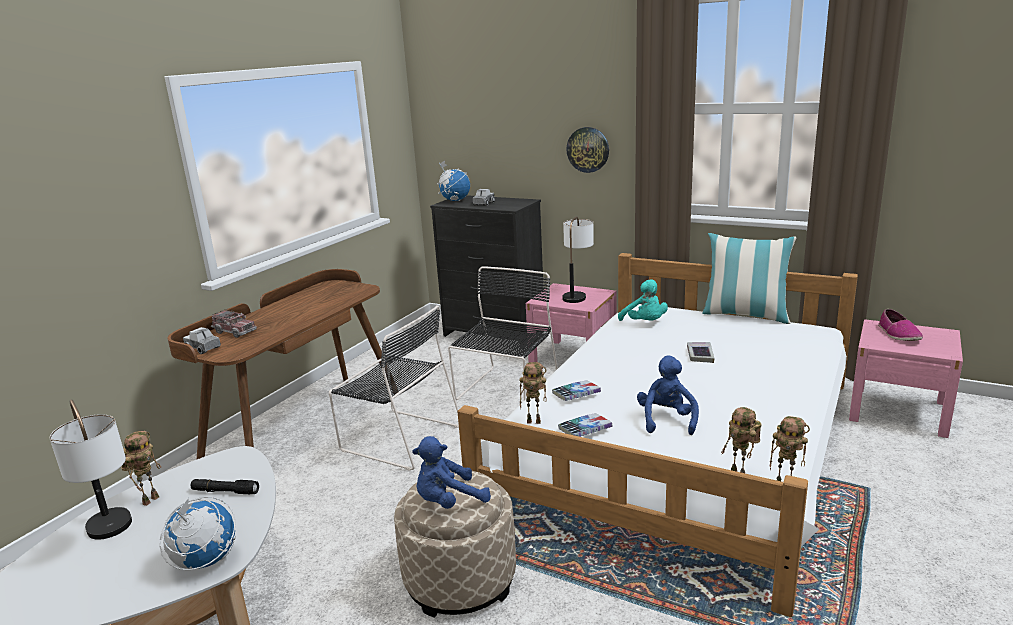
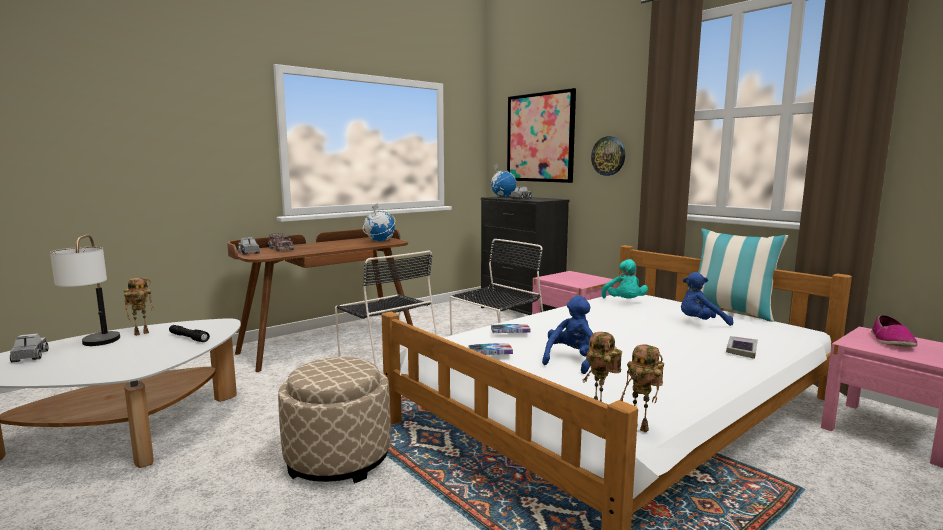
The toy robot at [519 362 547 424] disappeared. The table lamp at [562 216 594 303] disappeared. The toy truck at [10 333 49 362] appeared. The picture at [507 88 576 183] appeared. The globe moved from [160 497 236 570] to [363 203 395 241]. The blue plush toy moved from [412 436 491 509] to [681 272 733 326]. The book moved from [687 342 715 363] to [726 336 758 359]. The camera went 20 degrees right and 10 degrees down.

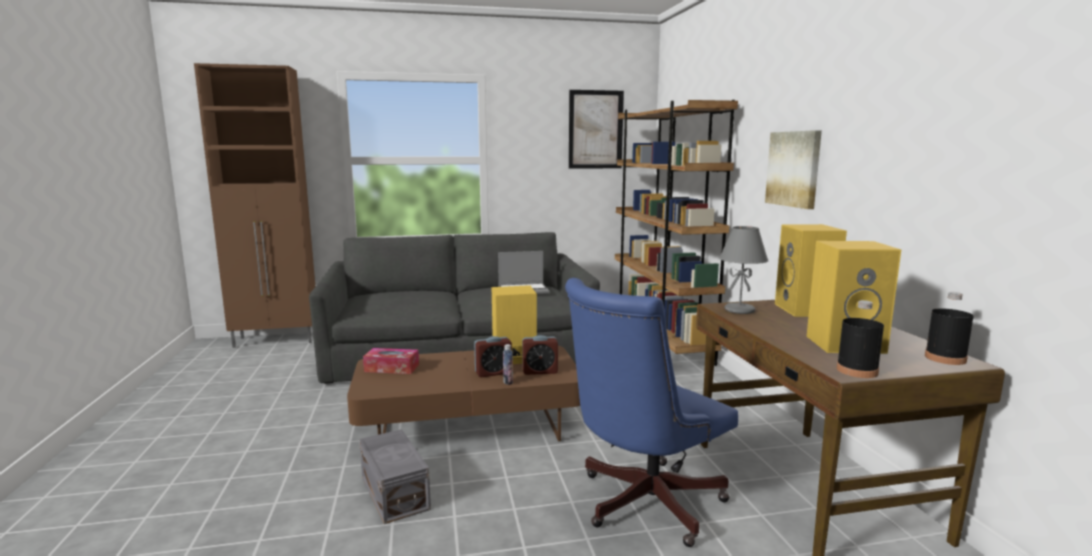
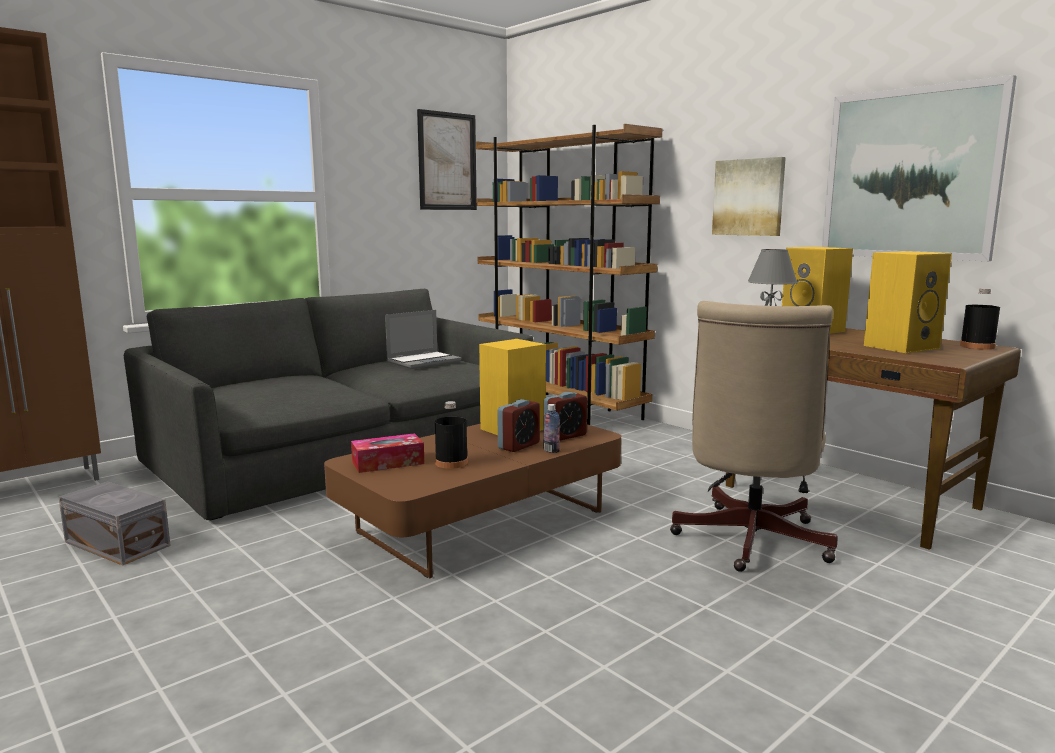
The picture at [822 75 1017 261] appeared. The grey storage box moved from [359 429 431 524] to [58 481 171 566]. The black bottle moved from [837 300 884 378] to [435 401 468 469]. The blue office chair at [565 278 738 547] became the beige office chair at [670 301 838 572]. The camera went 30 degrees left and 0 degrees up.

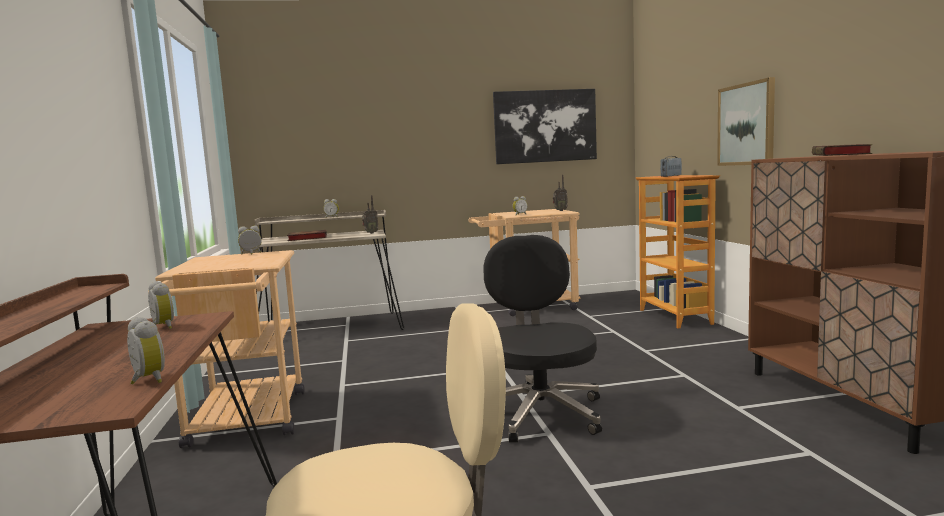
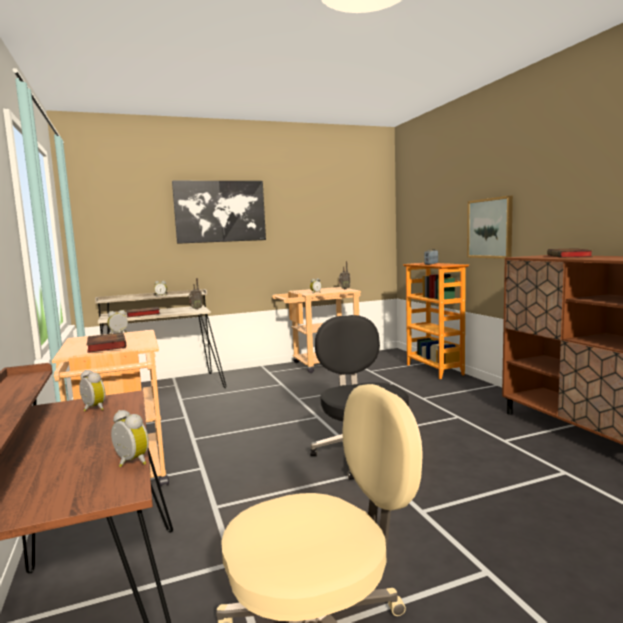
The book at [86 332 126 353] appeared. The picture moved from [493 89 597 164] to [172 181 266 244]. The camera went 10 degrees left and 0 degrees up.

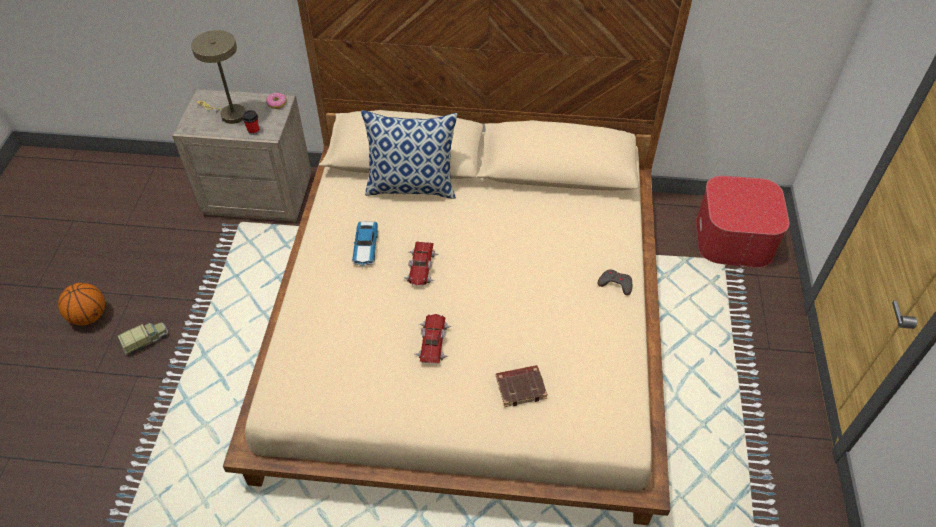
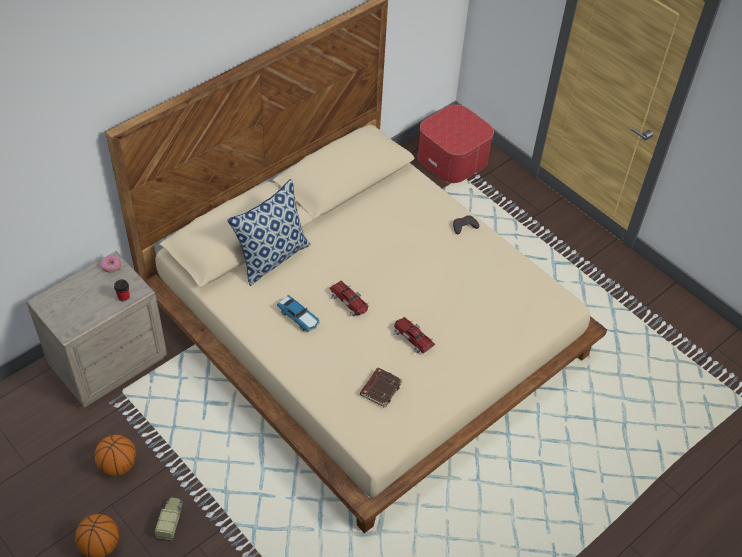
The beige table lamp at [191 30 245 124] disappeared. The basketball at [94 435 136 476] appeared. The brown book moved from [496 365 548 407] to [360 368 403 408]. The camera went 50 degrees left and 0 degrees up.

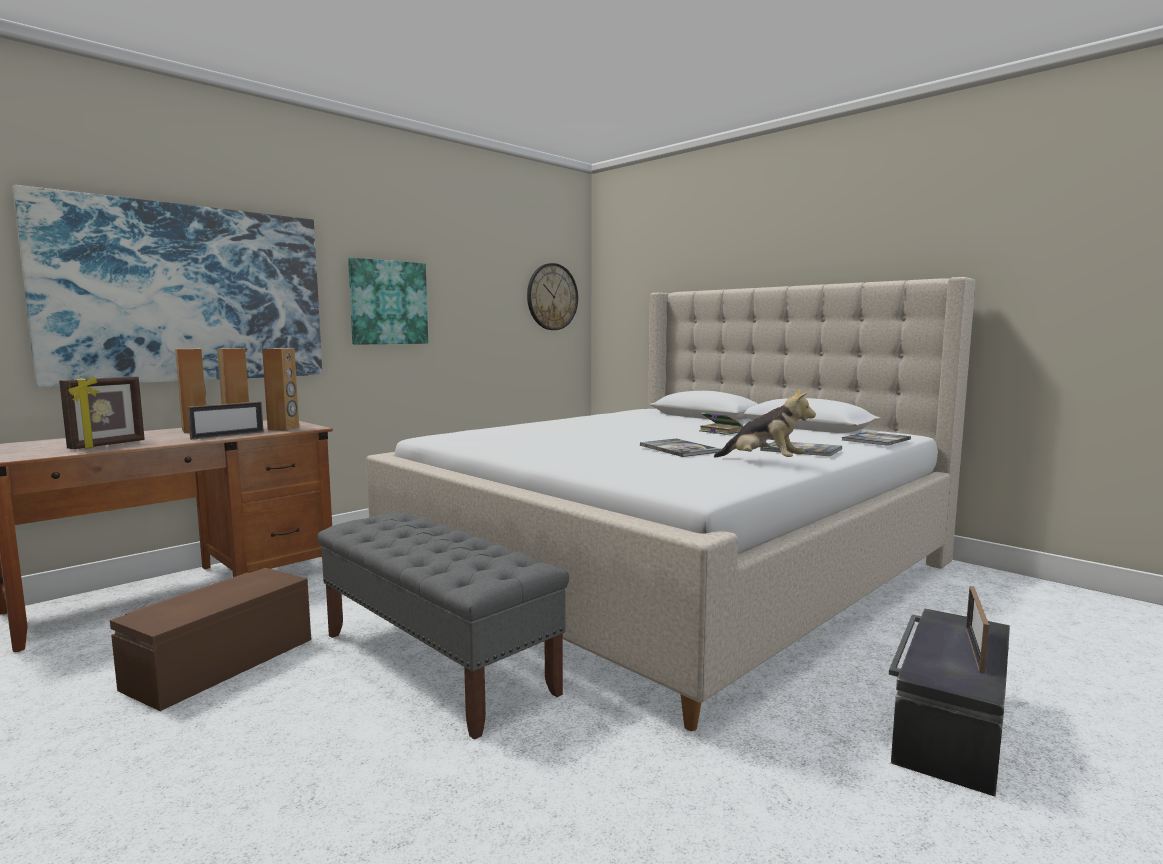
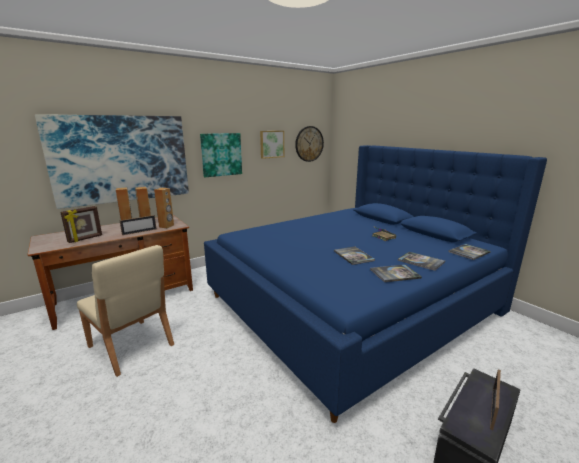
The grey bench at [317 512 569 740] disappeared. The picture at [260 131 284 159] appeared. The brown storage box at [110 568 311 711] was replaced by the beige chair at [77 245 174 377]. The plush toy at [714 388 816 458] was replaced by the book at [370 265 422 282]. The beige bed at [366 277 976 731] became the blue bed at [204 145 547 423]. The camera went 10 degrees right and 10 degrees up.

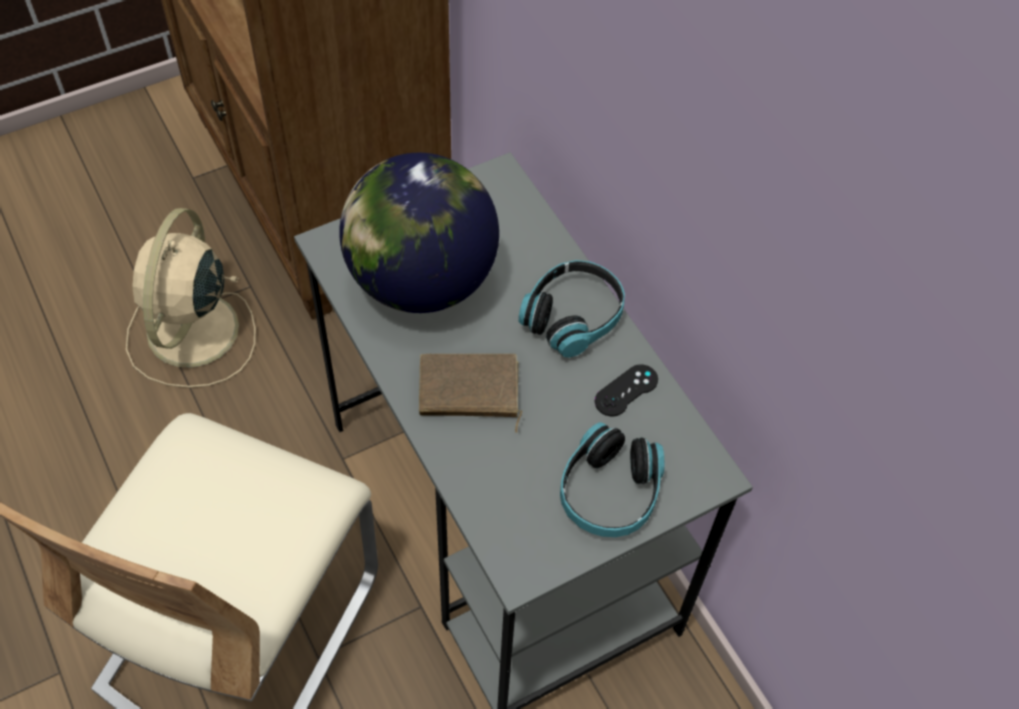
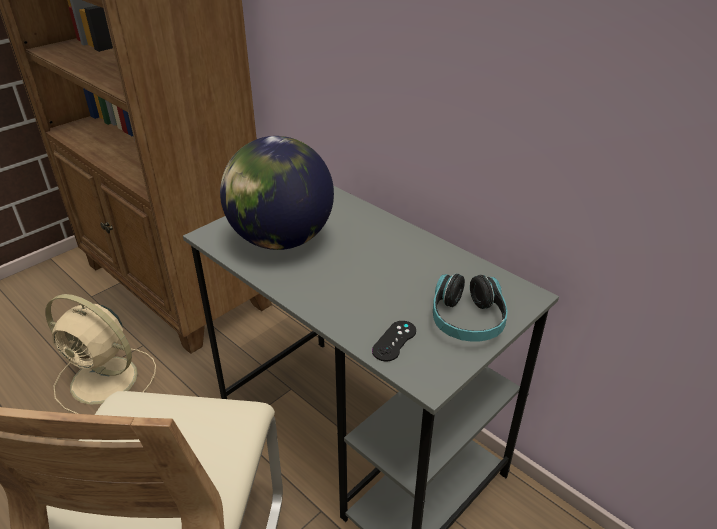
The brown book at [419 354 522 433] disappeared. The headphones at [518 260 625 358] disappeared. The black game controller moved from [595 365 658 416] to [372 321 416 362]. The beige fan at [126 208 256 388] turned 60 degrees counterclockwise. The camera went 15 degrees left and 20 degrees down.

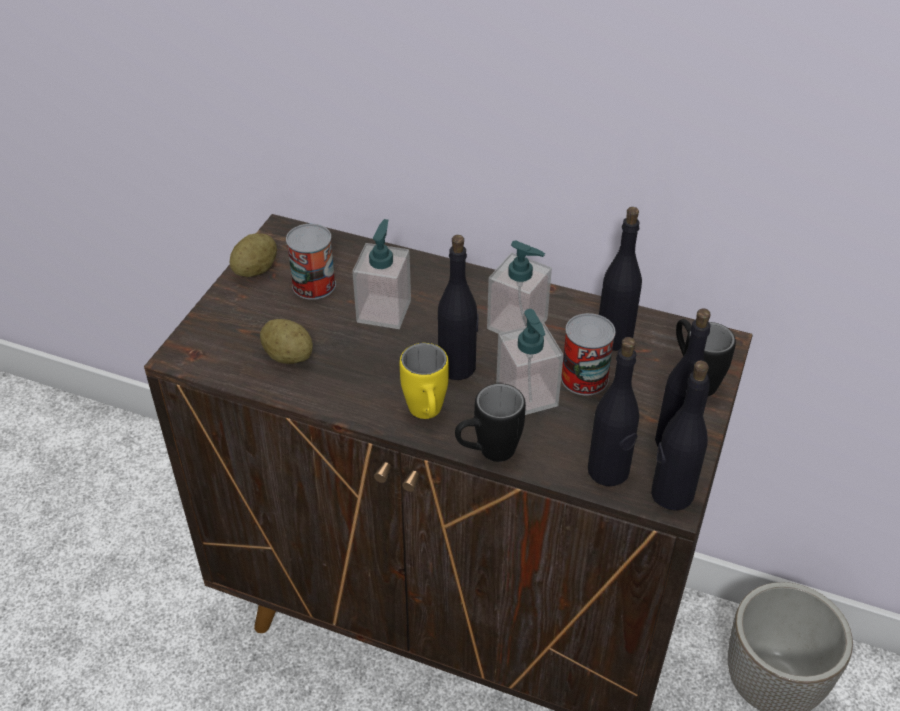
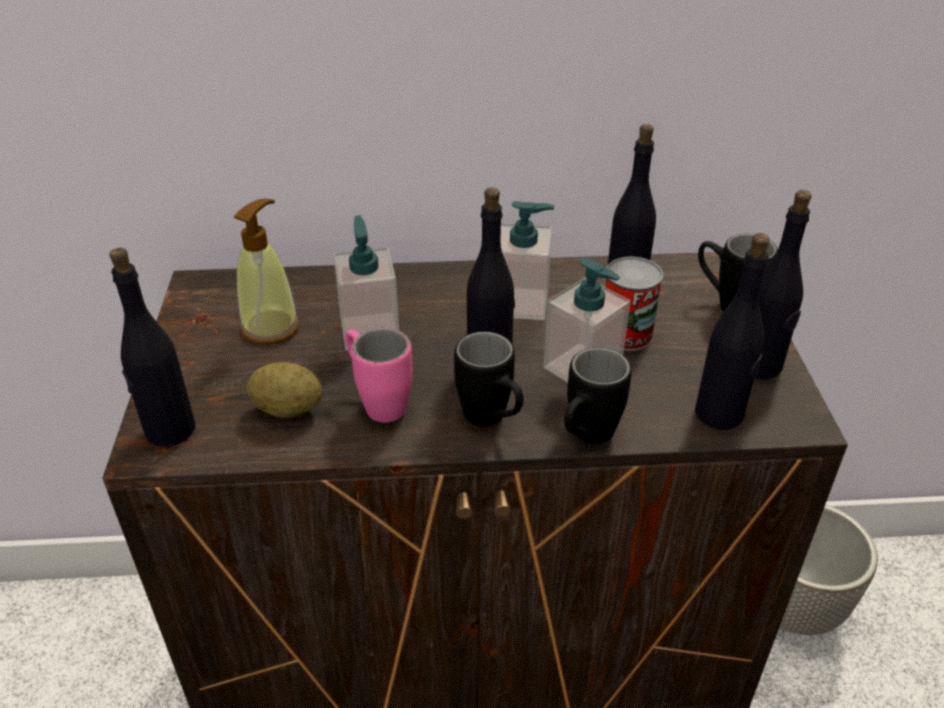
The potato at [230 233 277 277] disappeared. The pink mug at [345 328 413 422] appeared. The black bottle moved from [651 361 709 511] to [110 248 195 447]. The can at [286 224 336 300] was replaced by the soap dispenser at [234 199 299 344]. The yellow mug at [400 343 449 419] became the black mug at [454 332 523 427]. The camera went 25 degrees left and 5 degrees down.

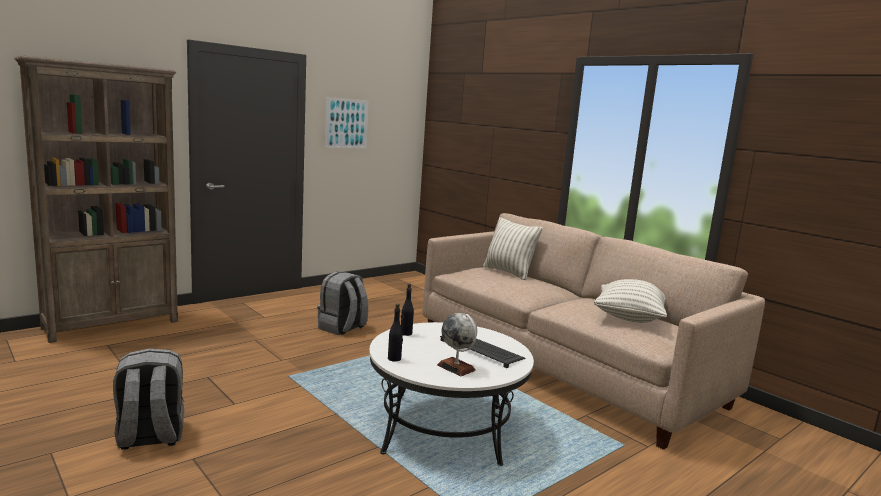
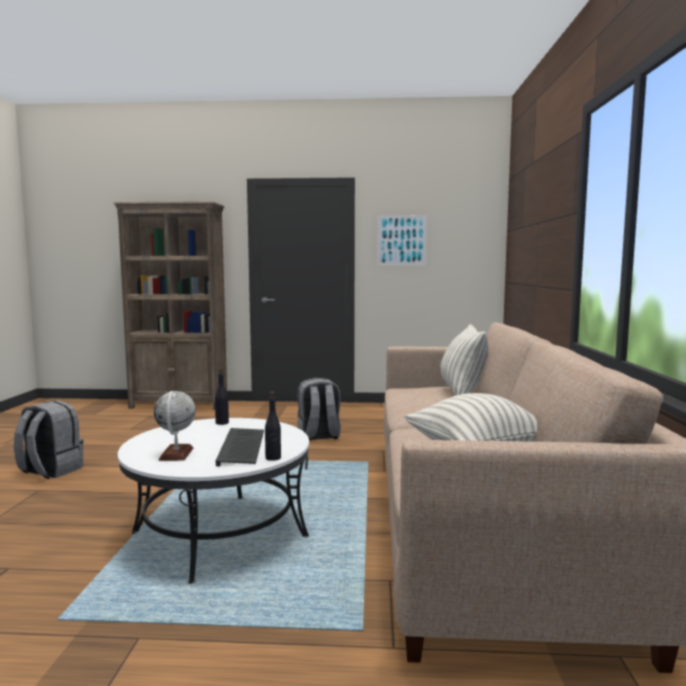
The black bottle moved from [388 303 403 362] to [265 391 281 461]. The camera went 45 degrees right and 5 degrees down.

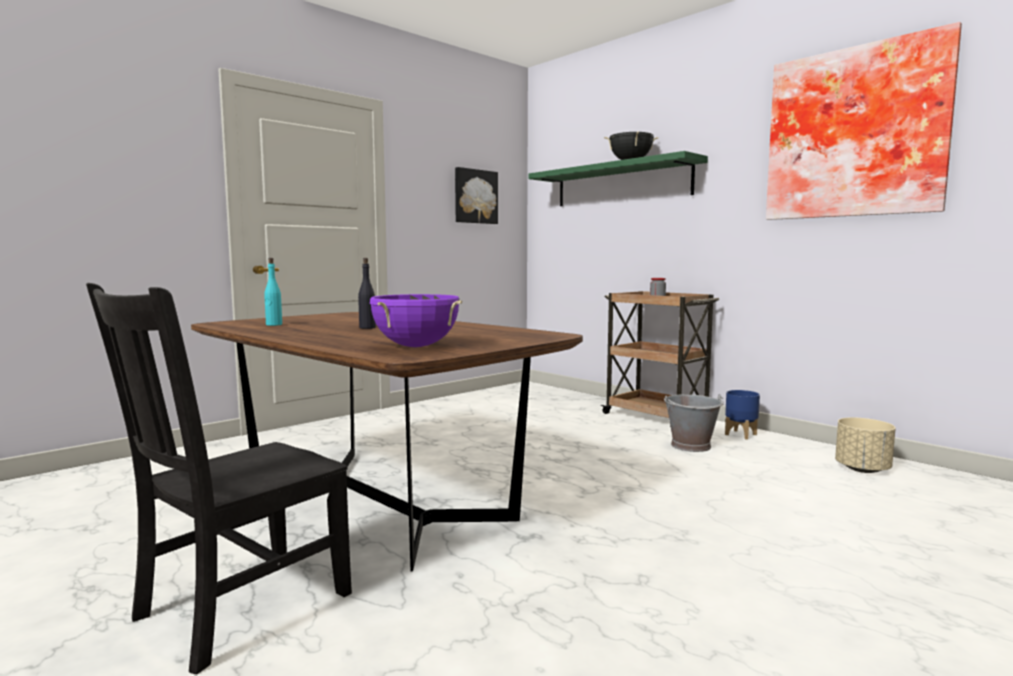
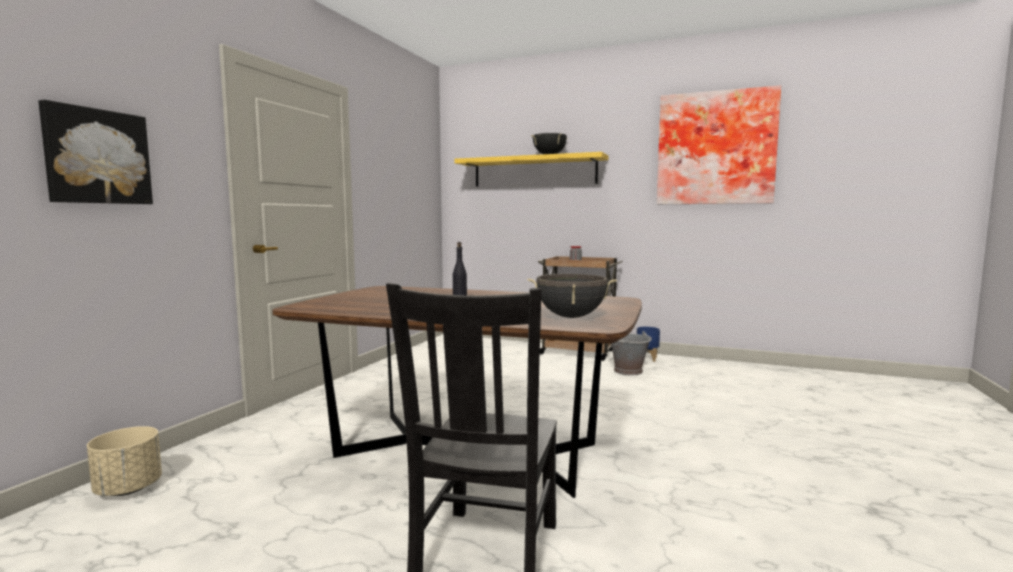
The turquoise bottle at [264 258 282 326] disappeared. The picture moved from [455 167 498 224] to [39 100 153 204]. The beige planter moved from [835 417 896 473] to [87 426 162 496]. The purple cooking pot at [370 294 462 347] became the black cooking pot at [527 274 617 318]. The green shelf at [528 151 708 206] became the yellow shelf at [454 152 608 187]. The camera went 25 degrees left and 0 degrees up.

